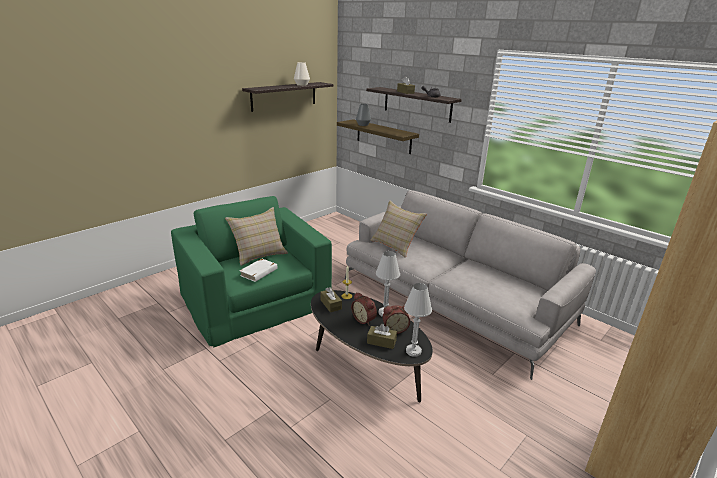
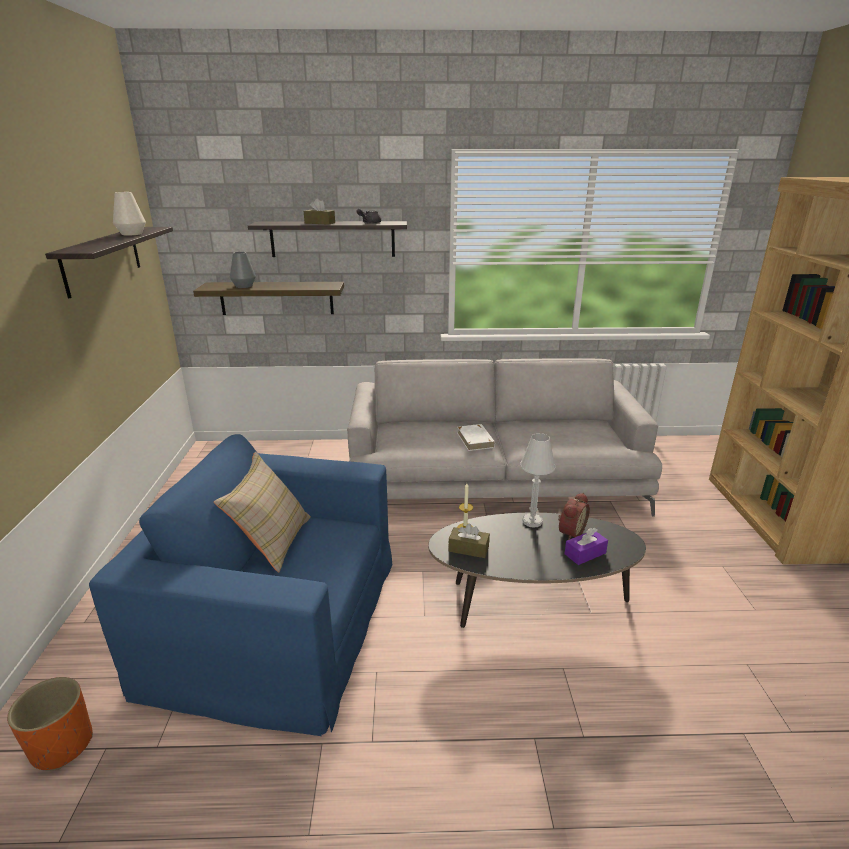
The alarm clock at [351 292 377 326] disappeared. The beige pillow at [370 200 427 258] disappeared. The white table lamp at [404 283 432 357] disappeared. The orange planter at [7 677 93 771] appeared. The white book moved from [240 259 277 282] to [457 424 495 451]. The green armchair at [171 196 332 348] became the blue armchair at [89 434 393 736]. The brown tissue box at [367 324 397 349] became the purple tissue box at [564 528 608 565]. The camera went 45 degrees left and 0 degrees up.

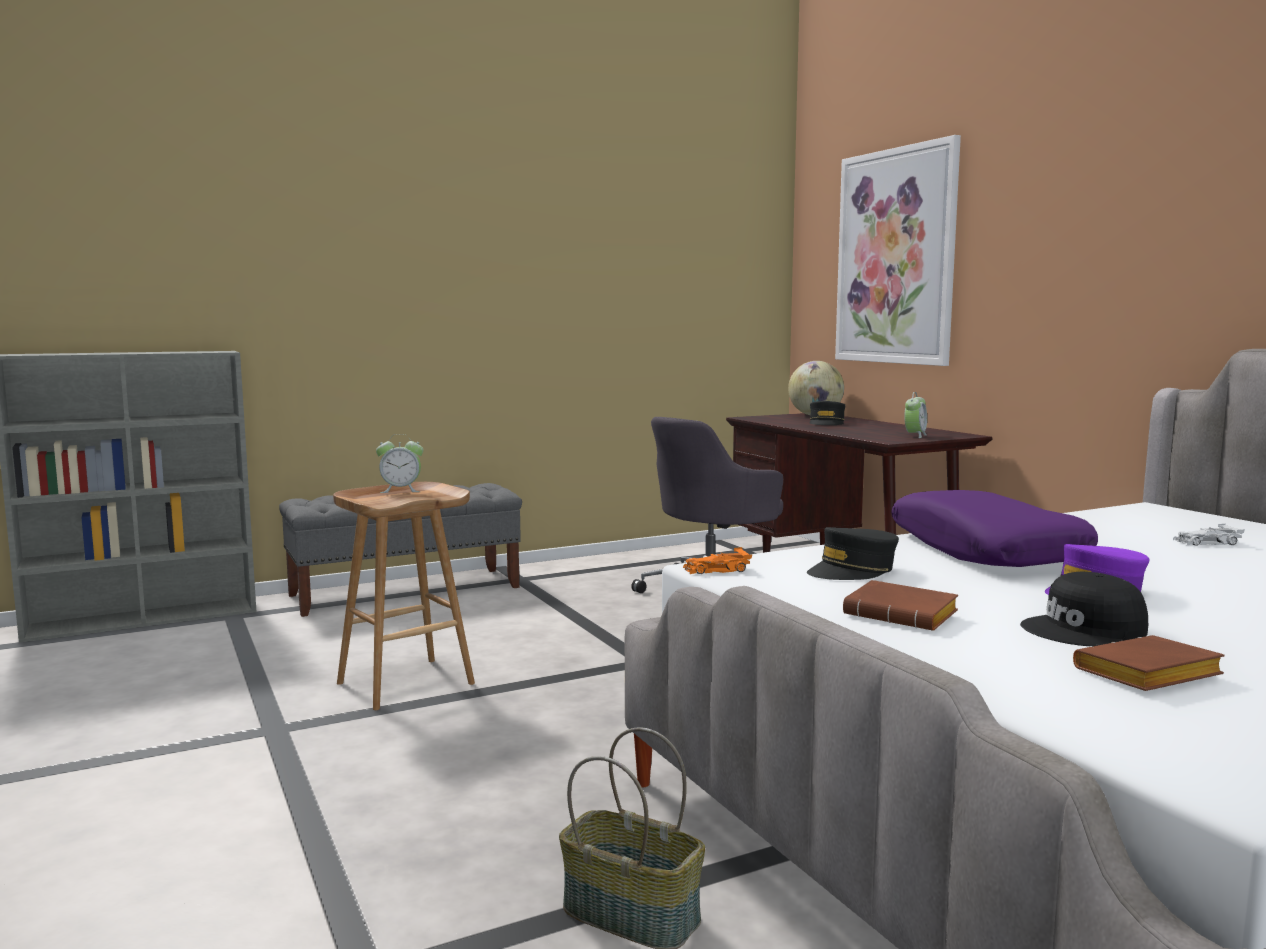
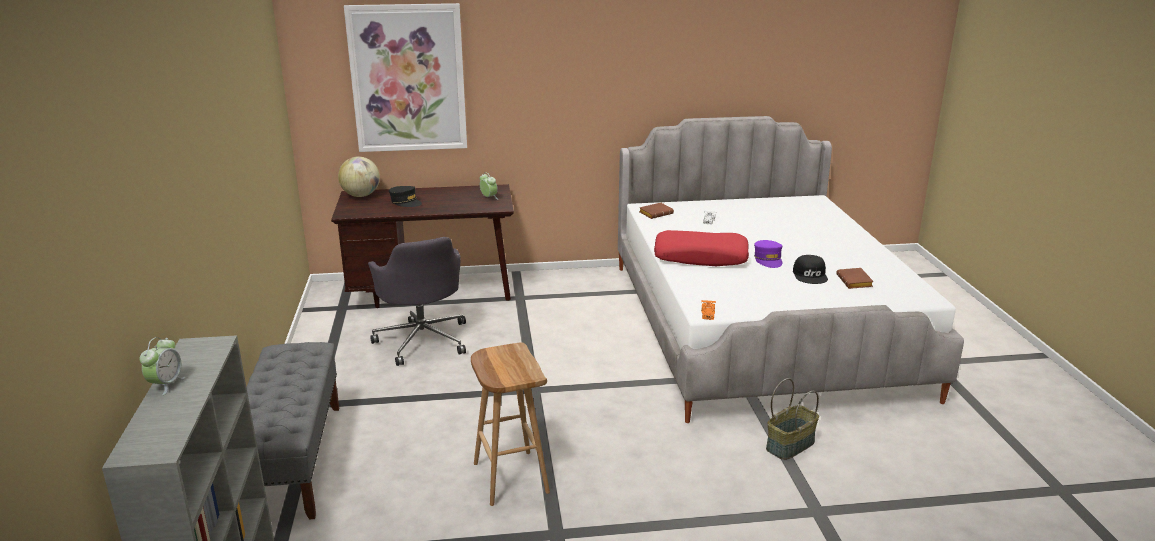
The black cap at [807 527 899 580] disappeared. The alarm clock moved from [376 434 423 493] to [140 337 186 395]. The brown book moved from [843 580 958 631] to [639 203 674 219]. The purple pillow at [891 490 1098 567] became the red pillow at [654 230 749 266]. The camera went 70 degrees left and 15 degrees up.

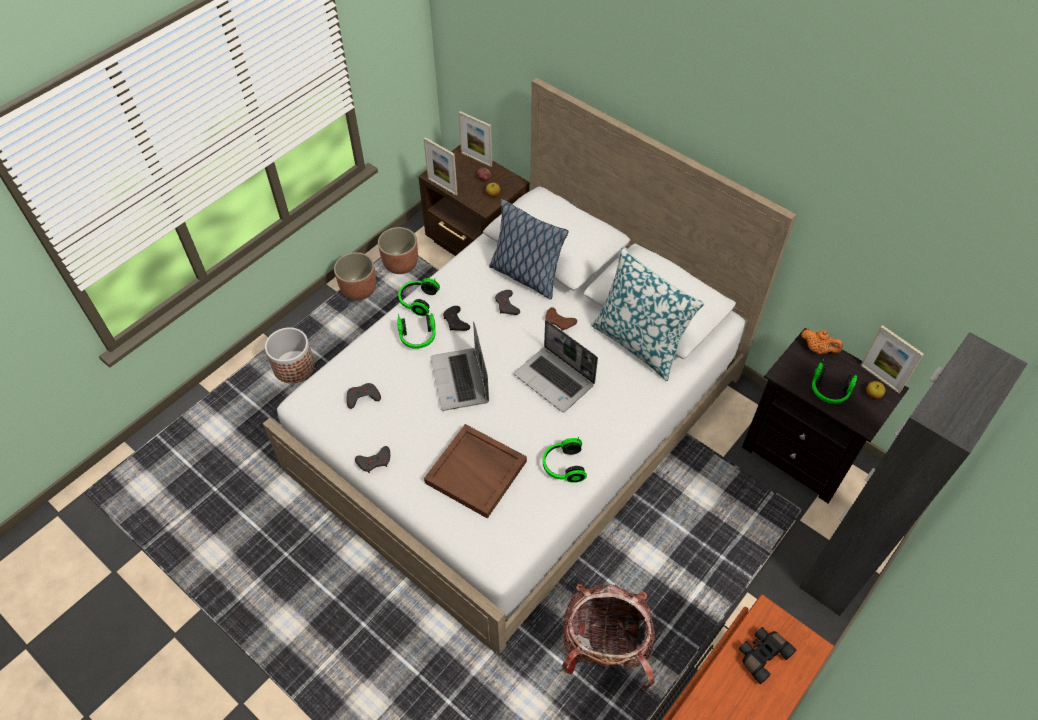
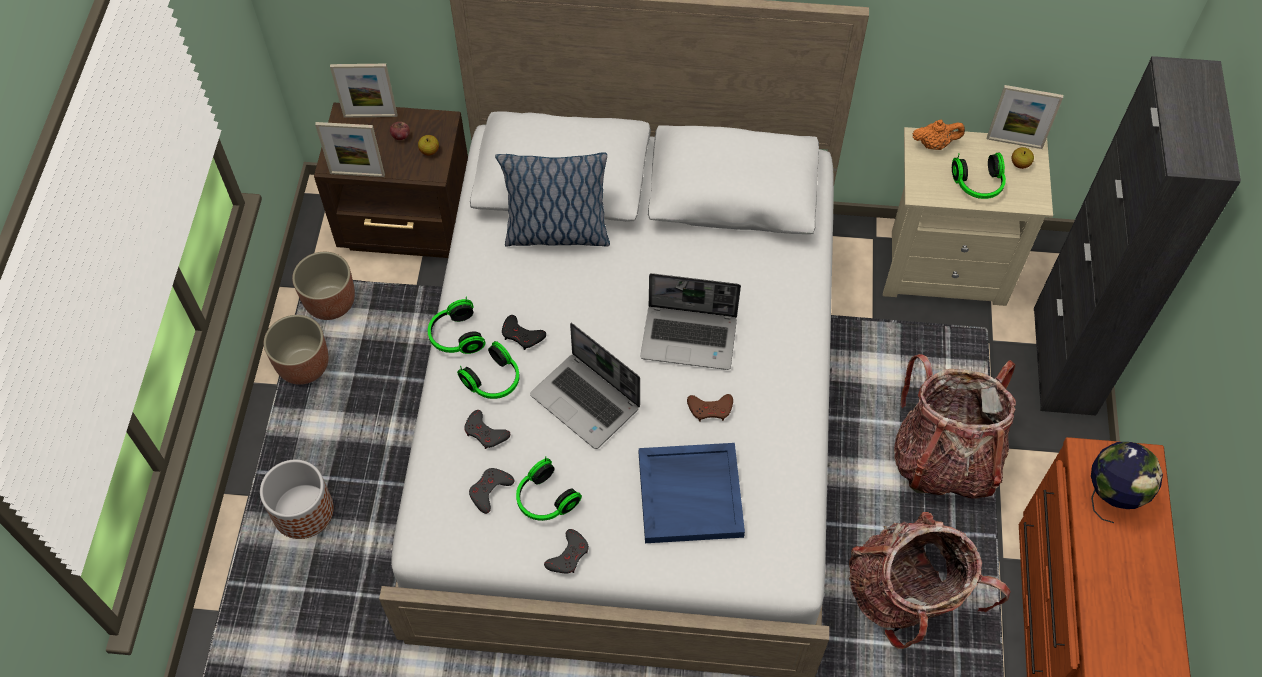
The pillow at [591 247 705 381] disappeared. The backpack at [894 354 1016 499] appeared. The grey game controller moved from [495 290 520 315] to [464 410 510 449]. The headphones moved from [543 437 587 483] to [516 456 582 521]. The brown game controller moved from [545 307 577 331] to [687 394 733 422]. The black binoculars at [739 627 797 685] was replaced by the globe at [1091 442 1163 523]. The brown tray at [424 424 527 519] became the blue tray at [639 443 745 543]. The black nightstand at [742 328 909 503] became the beige nightstand at [883 127 1053 306]. The camera went 35 degrees left and 5 degrees up.

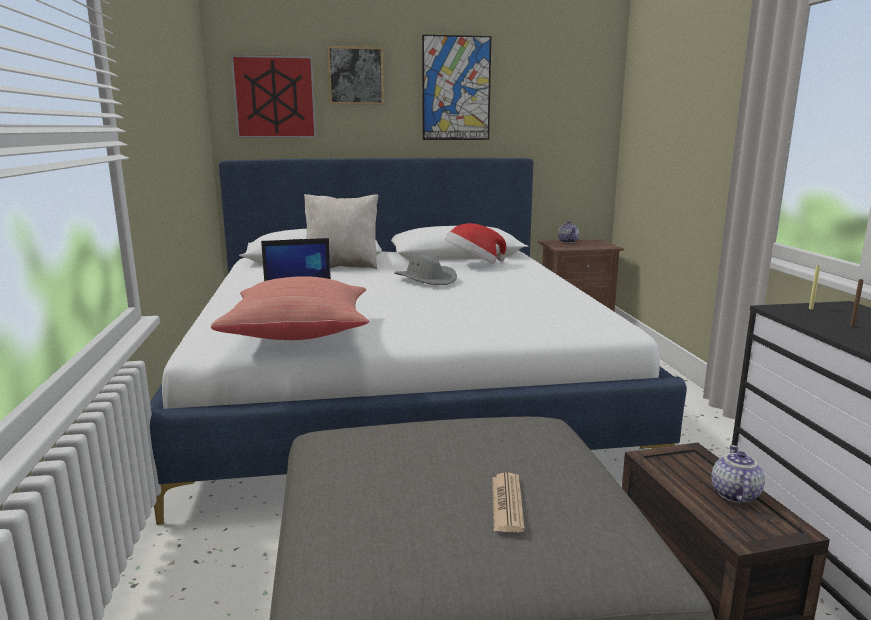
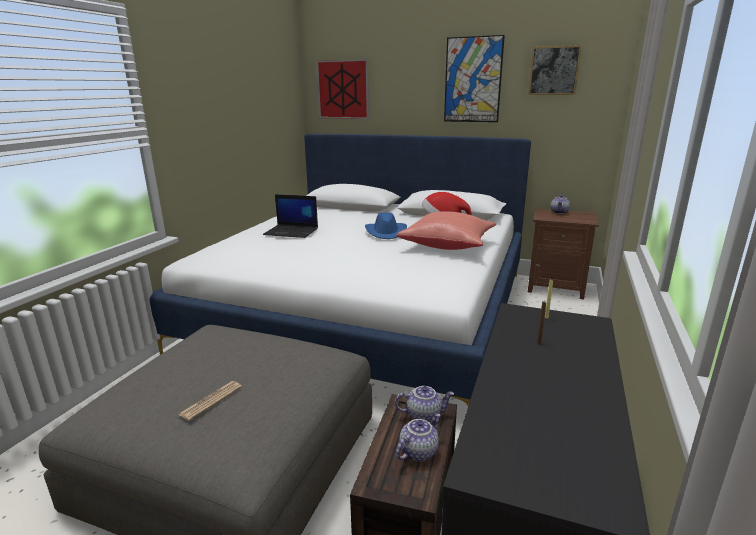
The beige pillow at [304 194 379 269] disappeared. The teapot at [395 386 454 423] appeared. The red pillow moved from [210 276 369 340] to [396 212 497 250]. The picture moved from [327 46 384 104] to [528 45 582 95]. The grey hat at [394 253 457 285] became the blue hat at [365 212 407 239]. The camera went 30 degrees right and 5 degrees up.

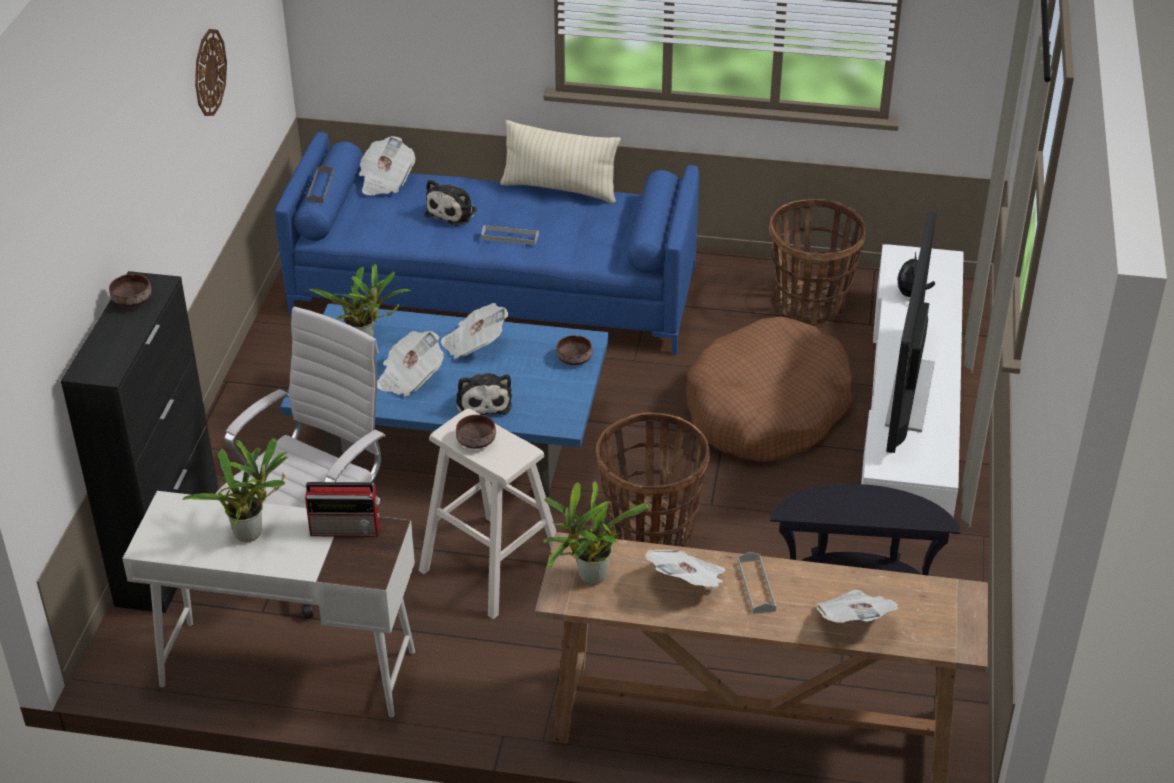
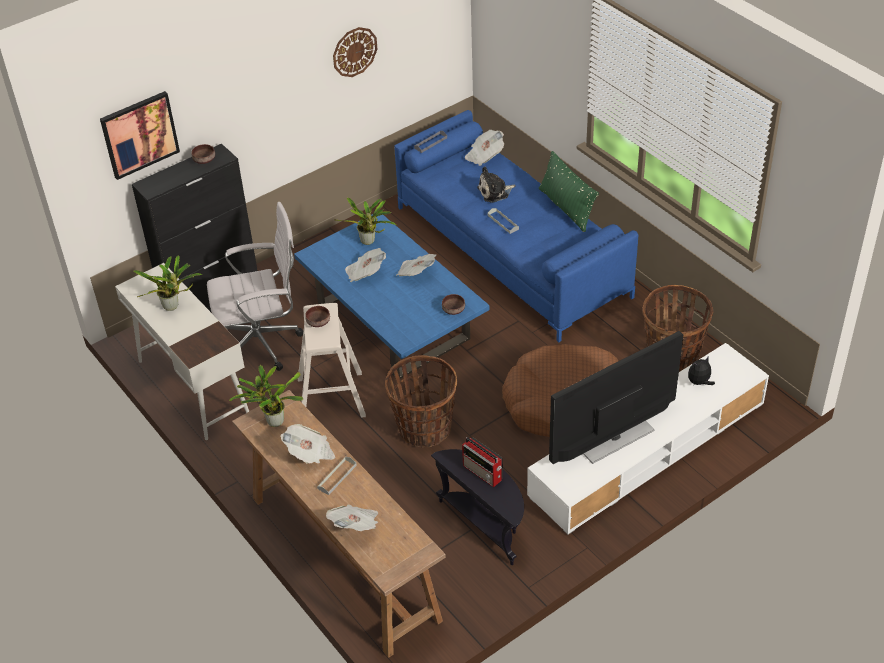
The plush toy at [456 373 512 415] disappeared. The picture at [100 91 180 180] appeared. The radio moved from [305 482 380 537] to [462 437 503 487]. The beige pillow at [500 120 621 203] became the green pillow at [539 151 599 232]. The camera went 45 degrees right and 5 degrees up.

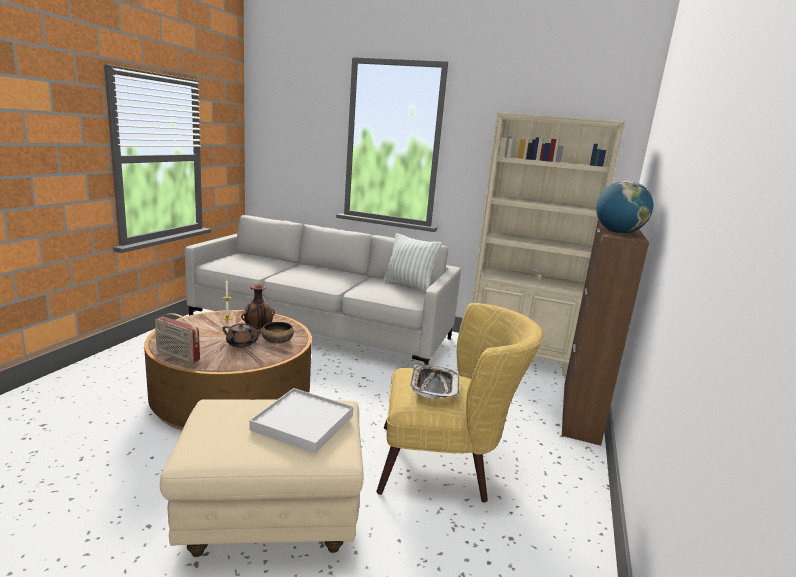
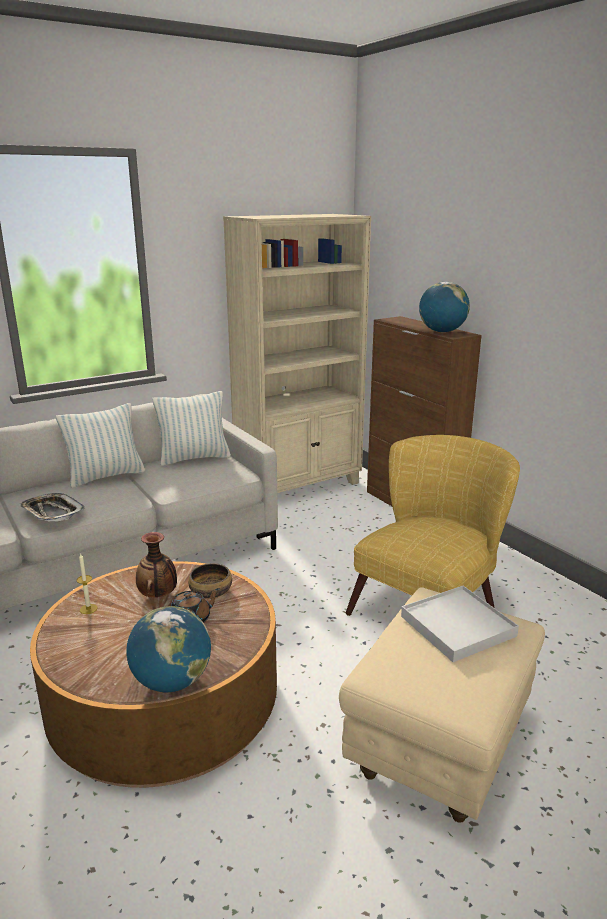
The pillow at [56 403 145 488] appeared. The tray moved from [410 365 459 399] to [19 493 85 522]. The radio at [155 313 200 363] was replaced by the globe at [126 606 211 693]. The camera went 50 degrees left and 5 degrees up.

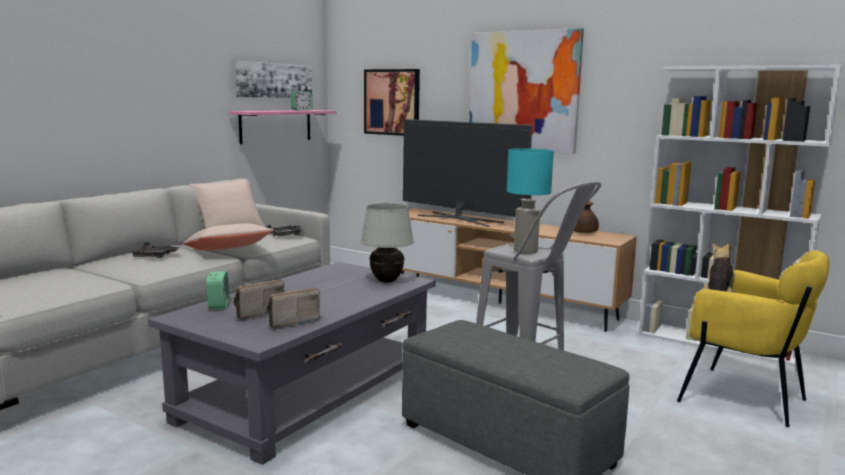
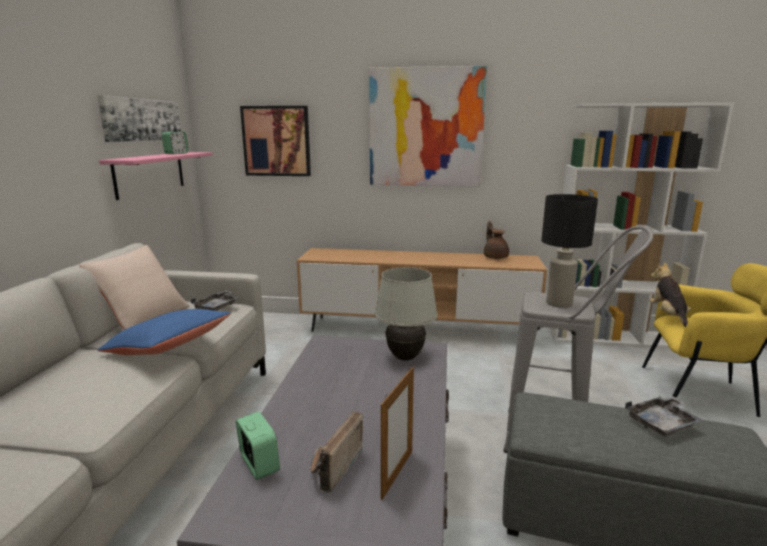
The television at [403 119 532 227] disappeared. The grey tray moved from [130 242 182 258] to [625 396 703 437]. The radio at [266 288 321 329] was replaced by the picture frame at [381 367 414 500]. The beige pillow at [182 223 273 251] became the blue pillow at [98 309 231 355]. The turquoise table lamp at [507 148 554 254] became the black table lamp at [541 194 598 308]. The camera went 25 degrees left and 5 degrees up.

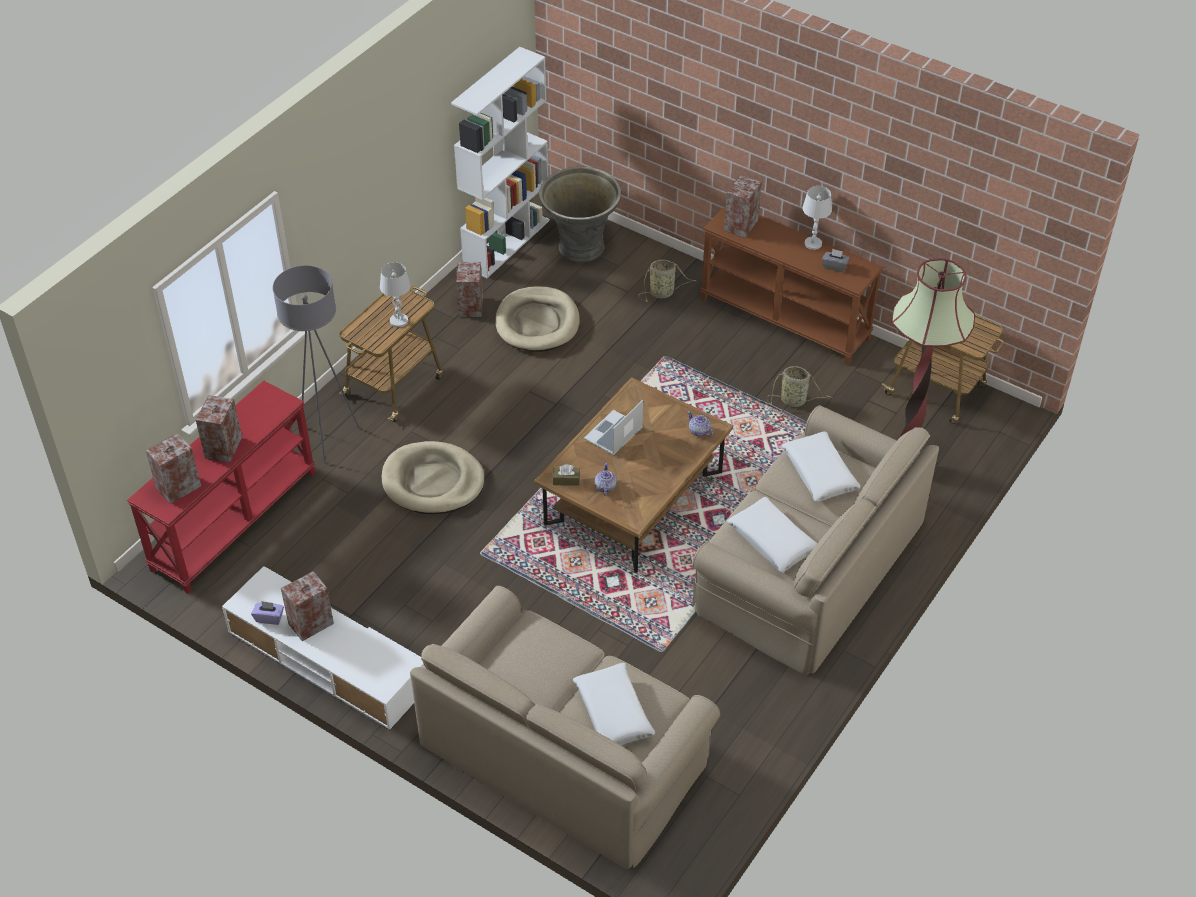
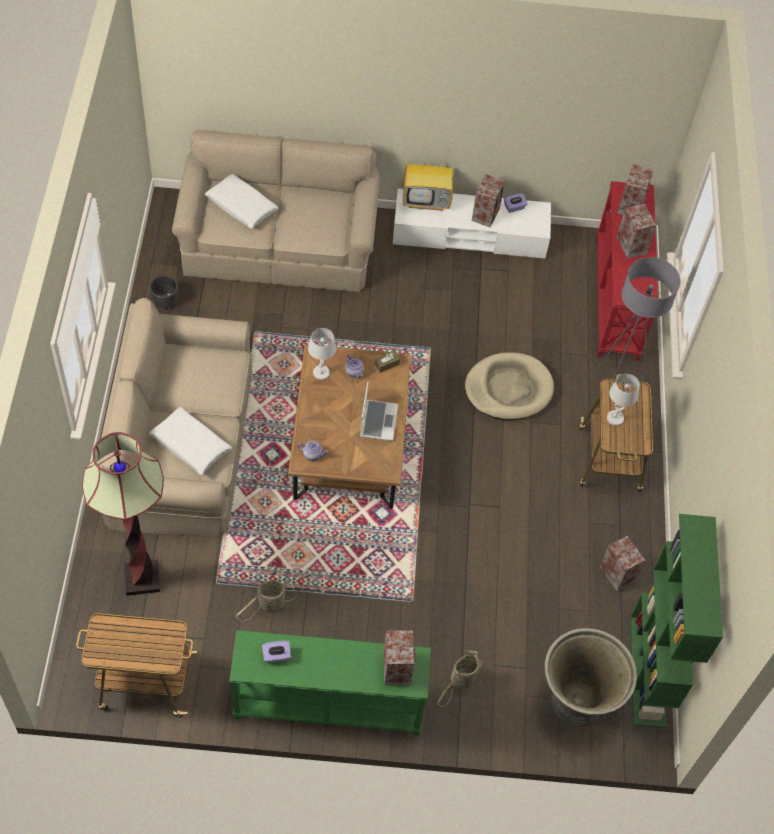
The beige dog bed at [495 286 580 352] disappeared. The white pillow at [727 497 817 573] disappeared. The black planter at [149 275 179 308] appeared. The television at [402 151 454 211] appeared. The white table lamp moved from [803 186 832 250] to [308 328 336 380]. The white bookcase at [451 47 550 278] became the green bookcase at [631 514 723 728]. The brown console table at [700 206 883 366] became the green console table at [229 630 431 736]. The grey tissue box at [822 249 850 272] became the purple tissue box at [262 641 291 663]. The camera went 145 degrees right and 10 degrees up.

